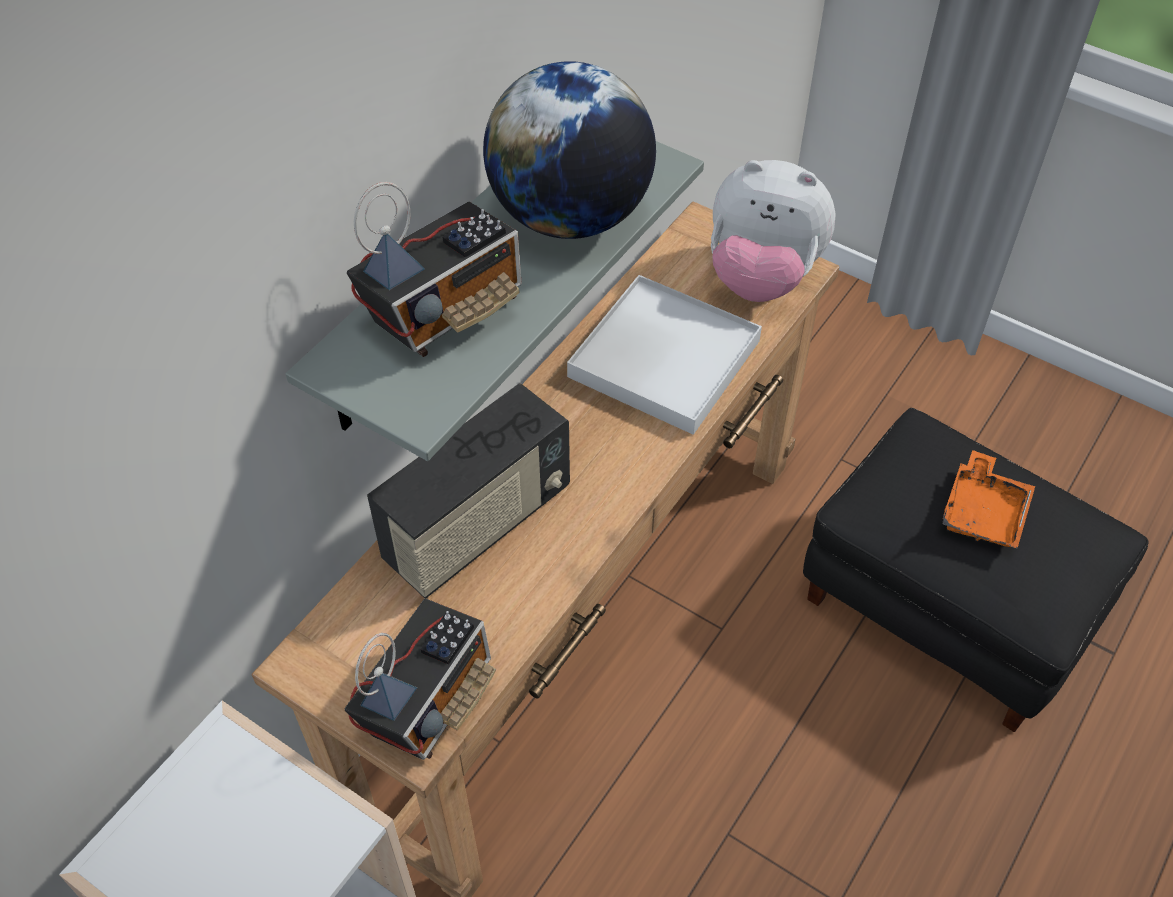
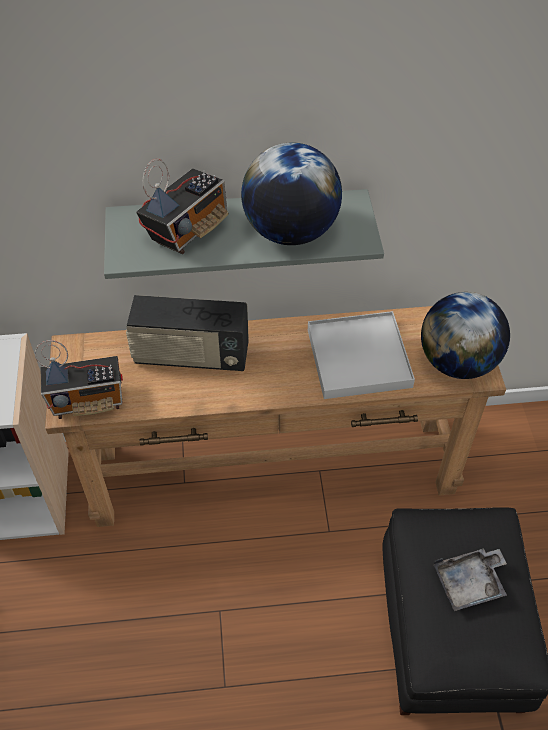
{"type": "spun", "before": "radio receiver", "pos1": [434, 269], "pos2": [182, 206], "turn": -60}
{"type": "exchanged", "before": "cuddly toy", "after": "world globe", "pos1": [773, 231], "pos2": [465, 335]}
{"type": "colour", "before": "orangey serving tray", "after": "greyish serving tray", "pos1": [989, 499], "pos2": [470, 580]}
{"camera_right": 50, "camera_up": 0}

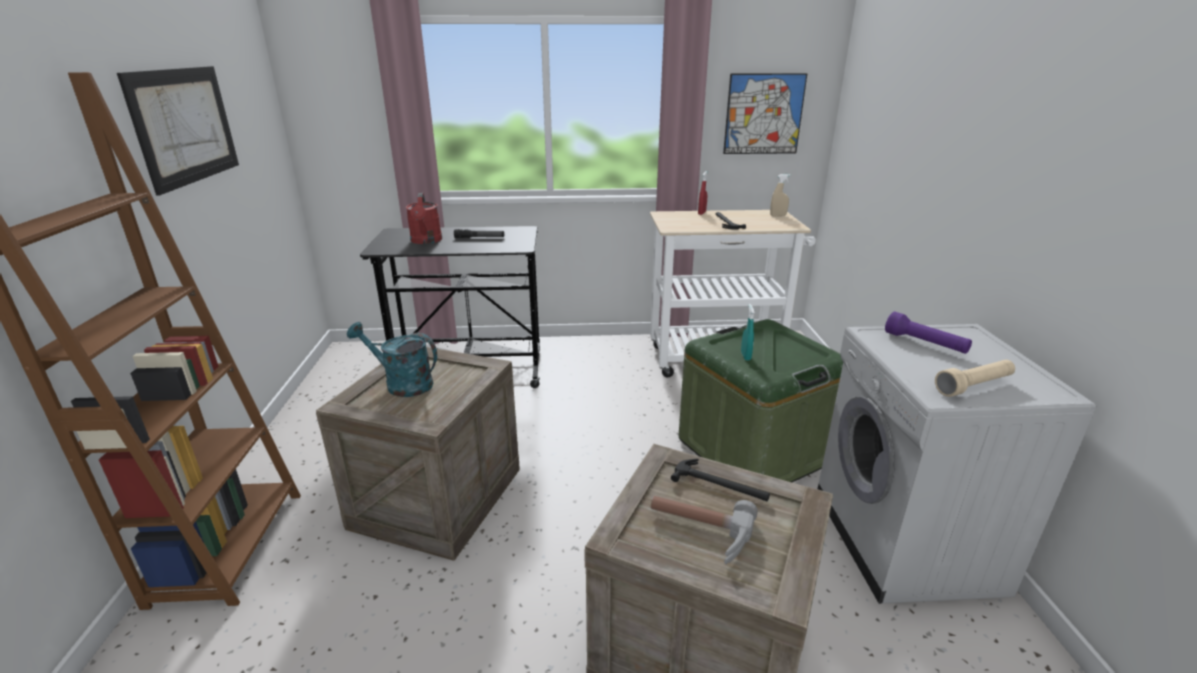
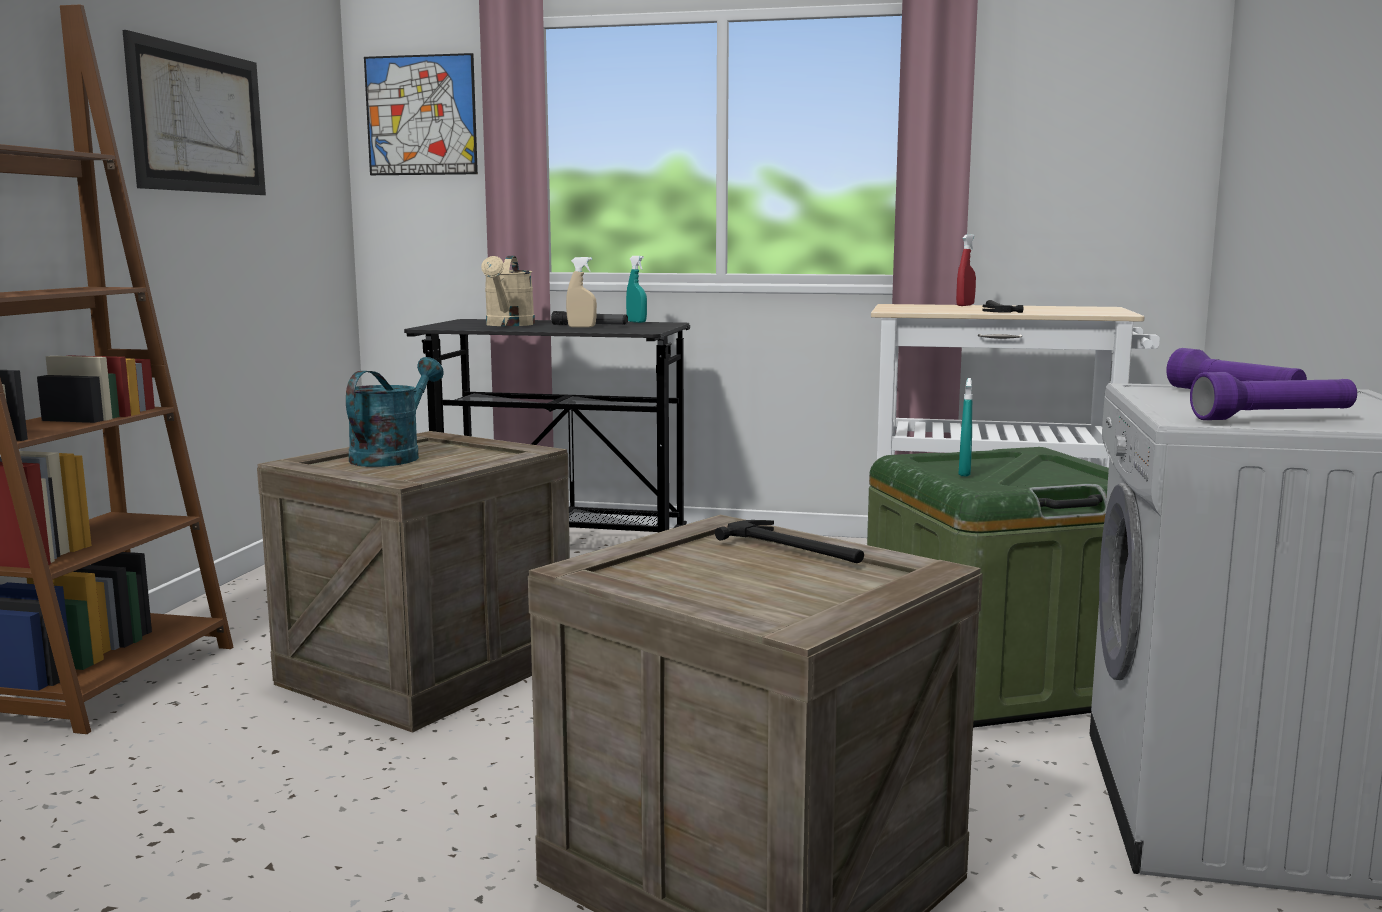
{"type": "spun", "before": "blue-green watering can", "pos1": [392, 359], "pos2": [395, 412], "turn": 75}
{"type": "relocated", "before": "wall picture", "pos1": [765, 113], "pos2": [421, 114]}
{"type": "colour", "before": "reddish watering can", "after": "beige-coloured watering can", "pos1": [424, 218], "pos2": [508, 291]}
{"type": "relocated", "before": "beige-coloured spray bottle", "pos1": [780, 195], "pos2": [581, 292]}
{"type": "appeared", "after": "blue-green spray bottle", "pos2": [636, 289]}
{"type": "colour", "before": "beige-coloured hand torch", "after": "purple-coloured hand torch", "pos1": [975, 378], "pos2": [1273, 396]}
{"type": "missing", "before": "tool hammer", "pos1": [704, 530]}
{"camera_right": 15, "camera_up": -15}

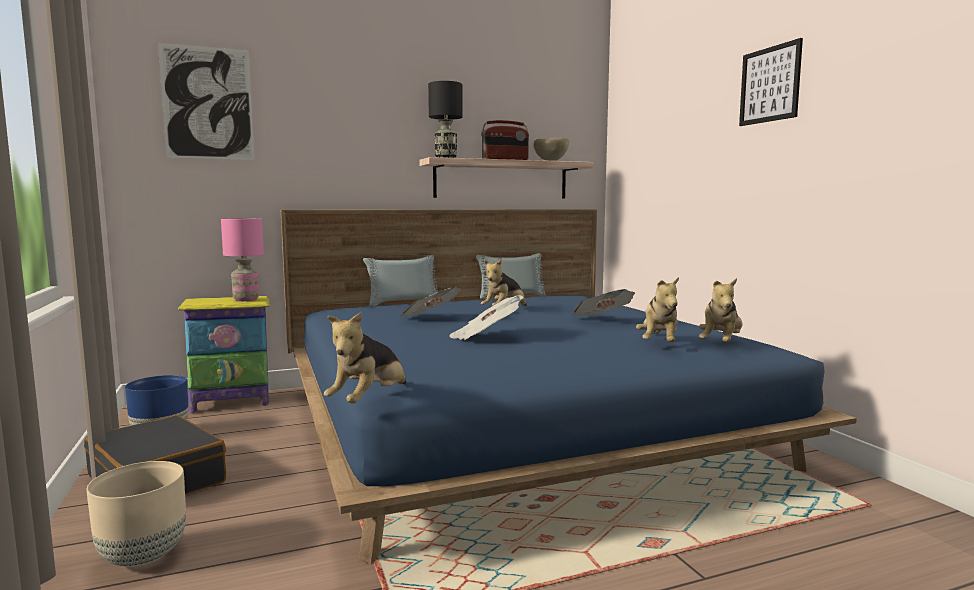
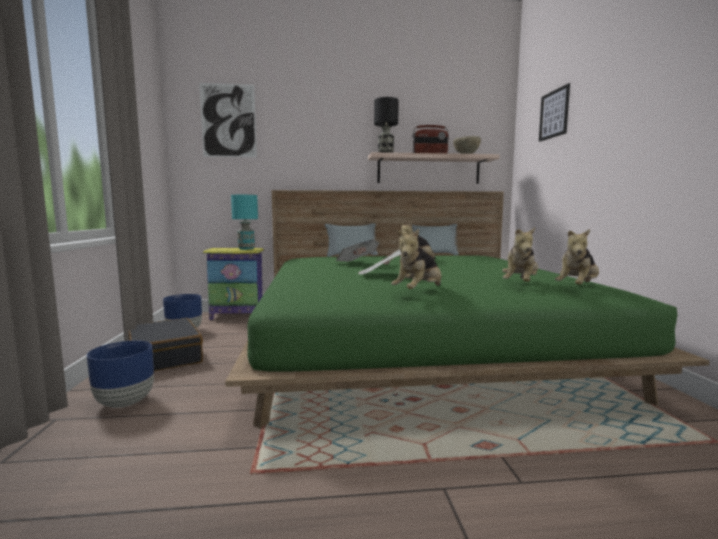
{"type": "colour", "before": "beige-coloured flower pot", "after": "blue-coloured flower pot", "pos1": [136, 514], "pos2": [120, 374]}
{"type": "colour", "before": "blue-coloured bedroom bed", "after": "greenish bedroom bed", "pos1": [569, 386], "pos2": [467, 309]}
{"type": "colour", "before": "pink table lamp", "after": "blue-green table lamp", "pos1": [242, 259], "pos2": [244, 222]}
{"type": "relocated", "before": "cuddly toy", "pos1": [365, 357], "pos2": [416, 259]}
{"type": "relocated", "before": "wall picture", "pos1": [771, 82], "pos2": [554, 112]}
{"type": "missing", "before": "newspaper", "pos1": [603, 302]}
{"camera_right": 15, "camera_up": 0}

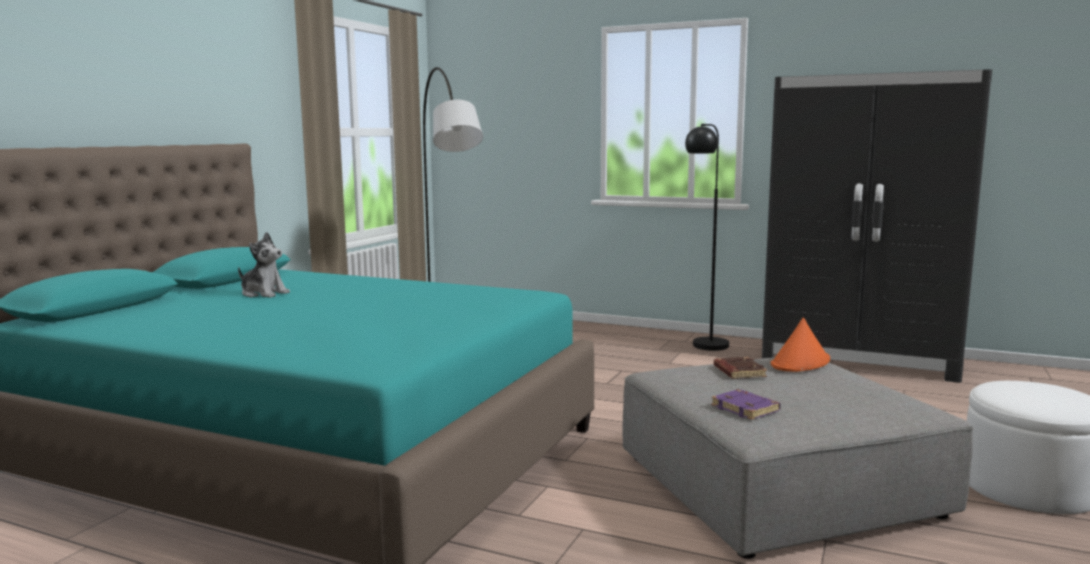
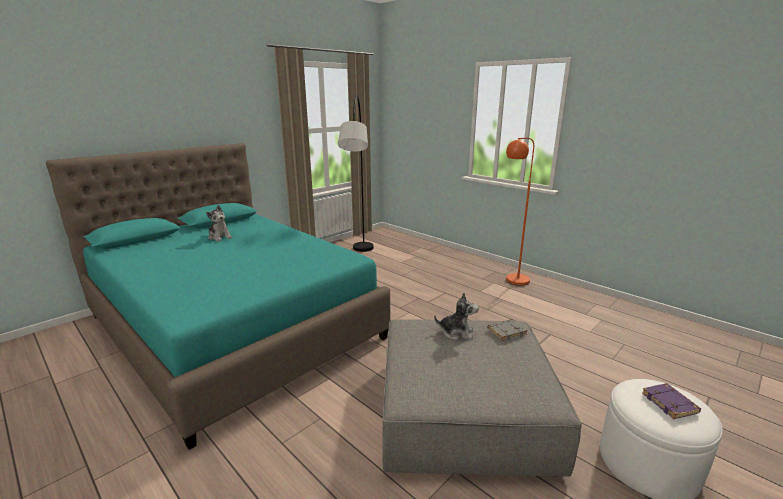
{"type": "exchanged", "before": "brown-coloured volume", "after": "cuddly toy", "pos1": [740, 368], "pos2": [456, 317]}
{"type": "exchanged", "before": "orangey wearable hat", "after": "greyish volume", "pos1": [800, 345], "pos2": [508, 330]}
{"type": "colour", "before": "black-coloured standing lamp", "after": "orangey standing lamp", "pos1": [707, 237], "pos2": [520, 212]}
{"type": "relocated", "before": "purple-coloured volume", "pos1": [745, 404], "pos2": [671, 401]}
{"type": "missing", "before": "black-coloured cabinet", "pos1": [877, 226]}
{"camera_right": 20, "camera_up": 10}

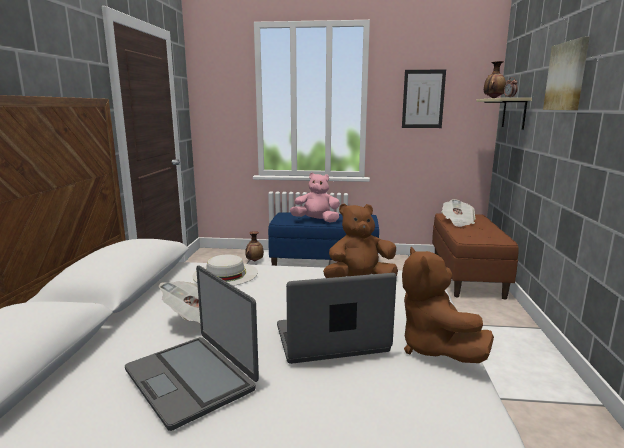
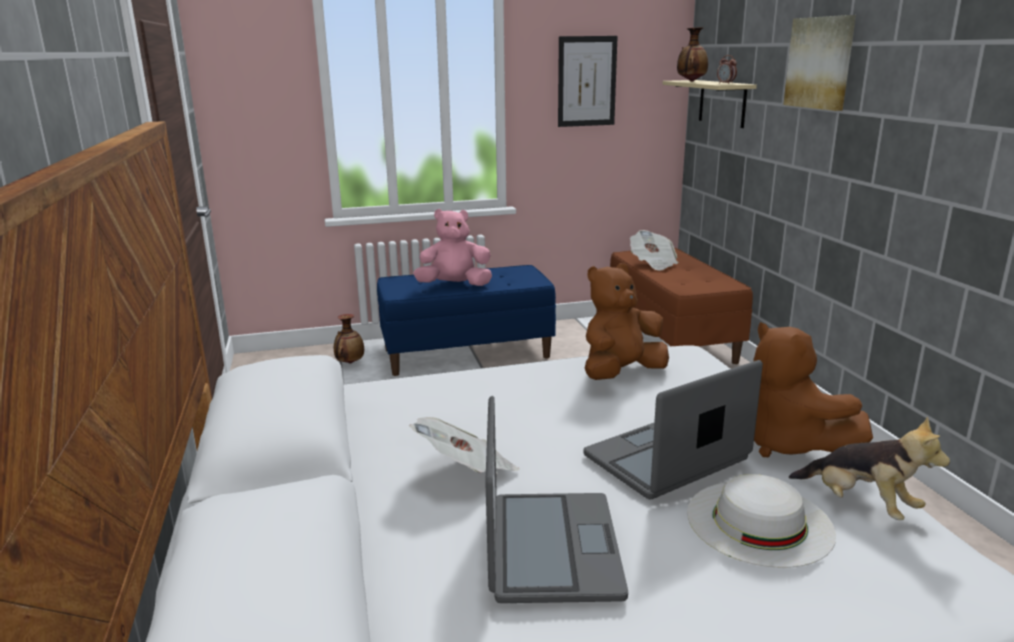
{"type": "spun", "before": "notebook computer", "pos1": [192, 348], "pos2": [556, 499], "turn": -120}
{"type": "relocated", "before": "white wearable hat", "pos1": [225, 270], "pos2": [761, 521]}
{"type": "appeared", "after": "cuddly toy", "pos2": [869, 468]}
{"camera_right": -20, "camera_up": 5}

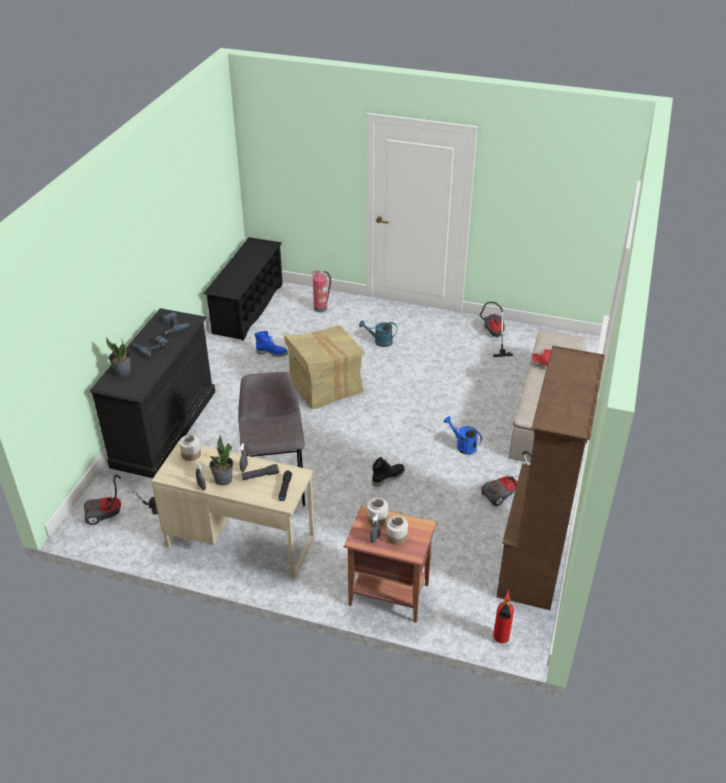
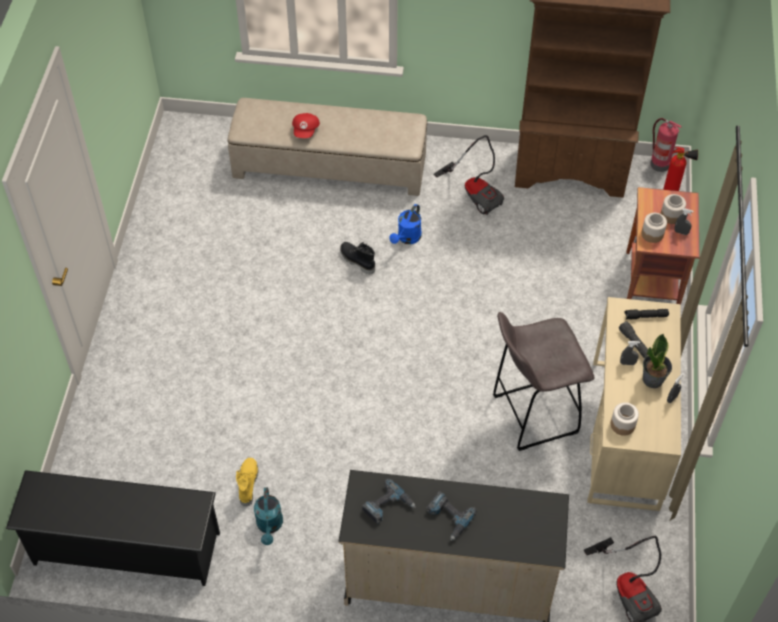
{"type": "colour", "before": "blue-coloured high-top boot", "after": "yellowish high-top boot", "pos1": [271, 344], "pos2": [247, 482]}
{"type": "relocated", "before": "blue-green watering can", "pos1": [378, 333], "pos2": [268, 516]}
{"type": "relocated", "before": "black-coloured high-top boot", "pos1": [388, 472], "pos2": [357, 258]}
{"type": "relocated", "before": "fire-fighting cylinder", "pos1": [321, 291], "pos2": [665, 145]}
{"type": "missing", "before": "houseplant", "pos1": [118, 357]}
{"type": "missing", "before": "packing box", "pos1": [324, 367]}
{"type": "missing", "before": "hoover", "pos1": [496, 329]}
{"camera_right": -100, "camera_up": 15}

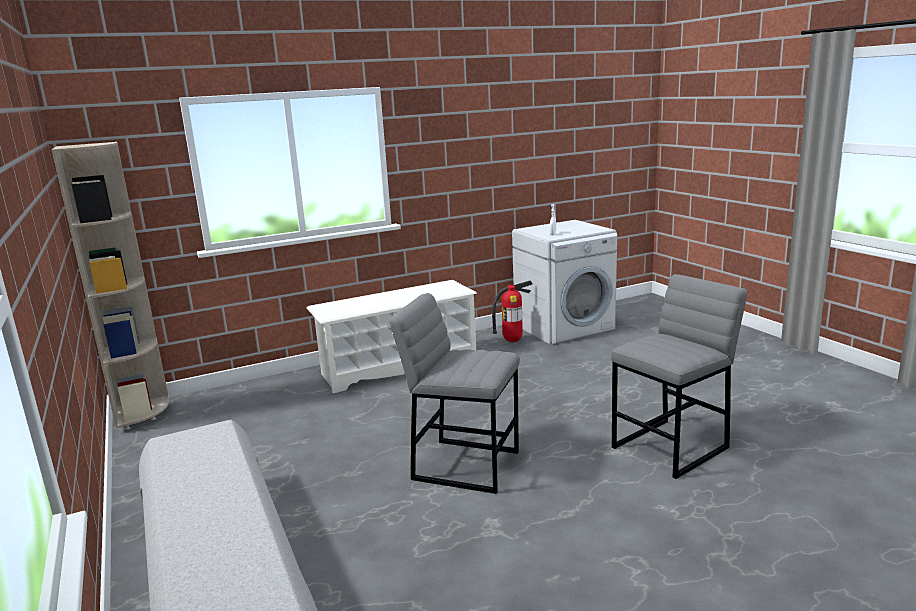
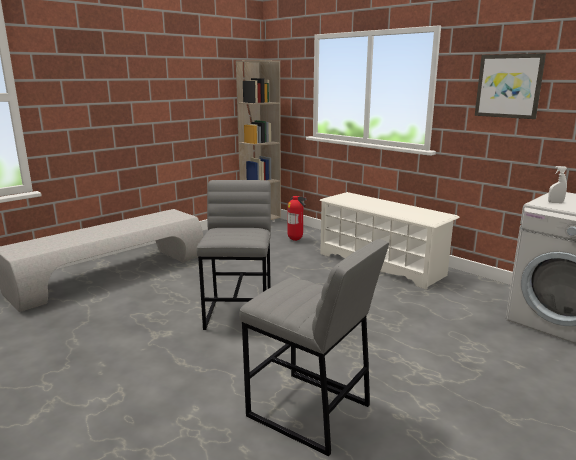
{"type": "relocated", "before": "fire-fighting cylinder", "pos1": [512, 311], "pos2": [297, 218]}
{"type": "appeared", "after": "wall picture", "pos2": [510, 86]}
{"camera_right": 70, "camera_up": 0}

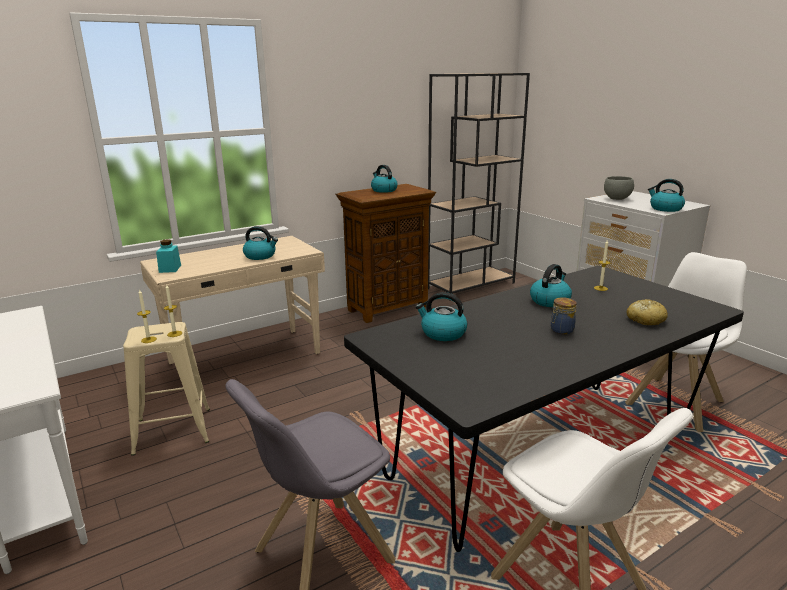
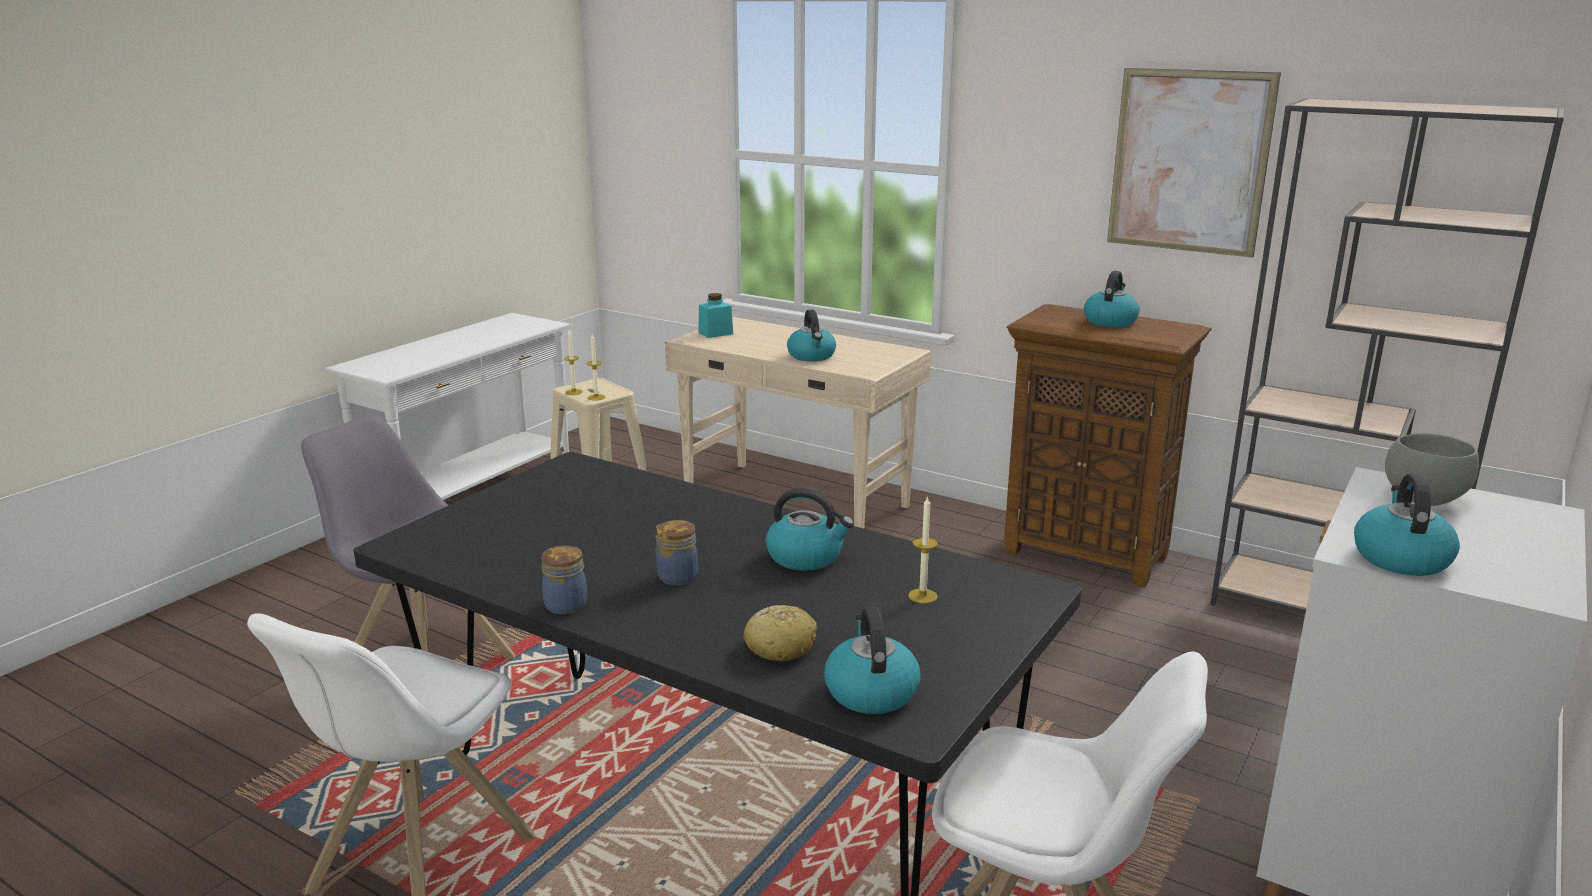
{"type": "appeared", "after": "jar", "pos2": [564, 580]}
{"type": "relocated", "before": "tea kettle", "pos1": [441, 316], "pos2": [872, 660]}
{"type": "appeared", "after": "wall picture", "pos2": [1194, 163]}
{"camera_right": 65, "camera_up": 0}

